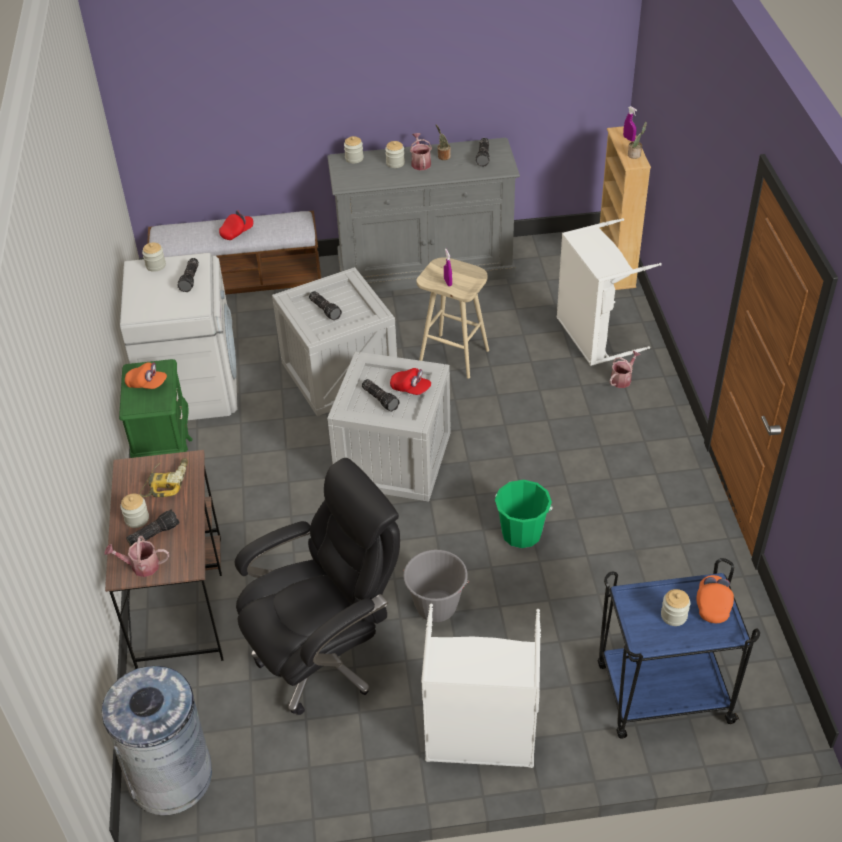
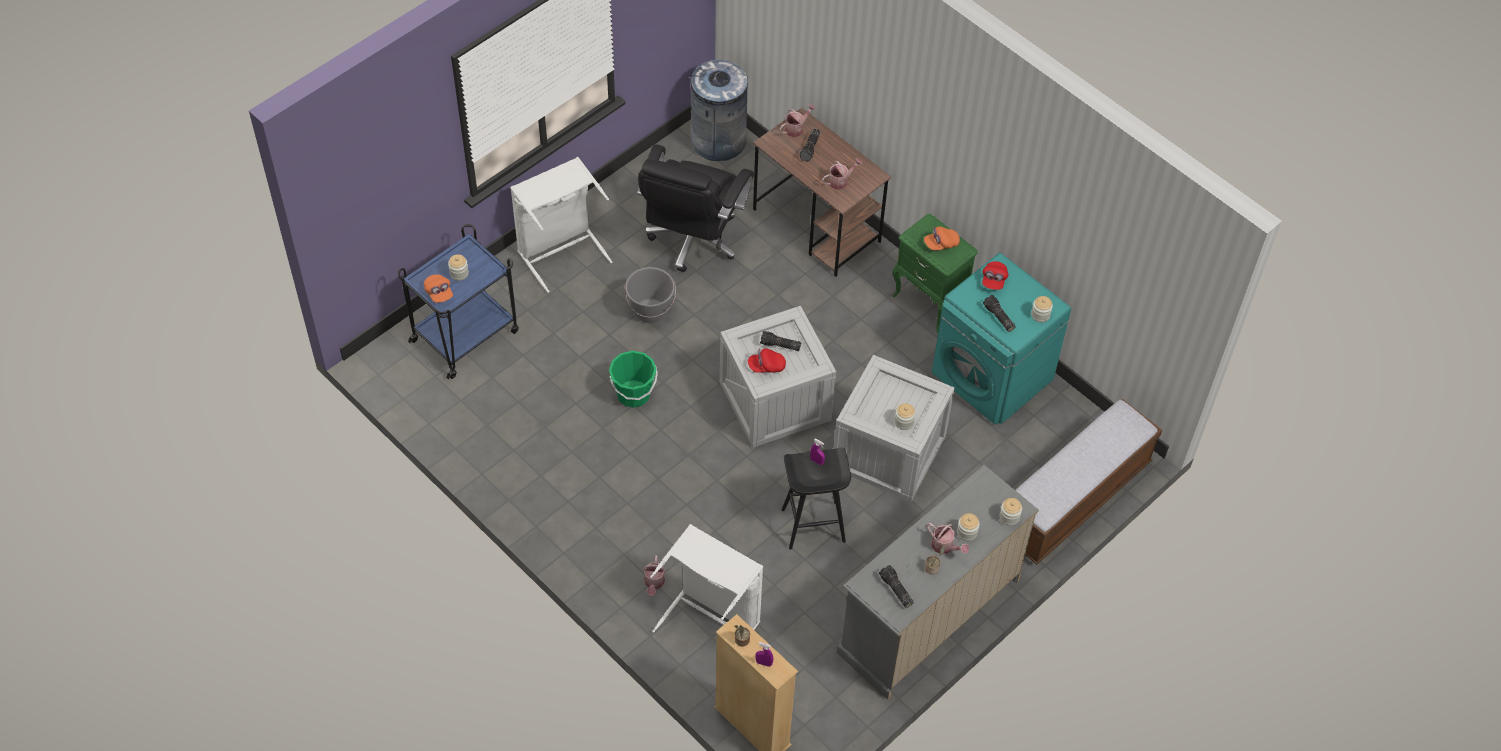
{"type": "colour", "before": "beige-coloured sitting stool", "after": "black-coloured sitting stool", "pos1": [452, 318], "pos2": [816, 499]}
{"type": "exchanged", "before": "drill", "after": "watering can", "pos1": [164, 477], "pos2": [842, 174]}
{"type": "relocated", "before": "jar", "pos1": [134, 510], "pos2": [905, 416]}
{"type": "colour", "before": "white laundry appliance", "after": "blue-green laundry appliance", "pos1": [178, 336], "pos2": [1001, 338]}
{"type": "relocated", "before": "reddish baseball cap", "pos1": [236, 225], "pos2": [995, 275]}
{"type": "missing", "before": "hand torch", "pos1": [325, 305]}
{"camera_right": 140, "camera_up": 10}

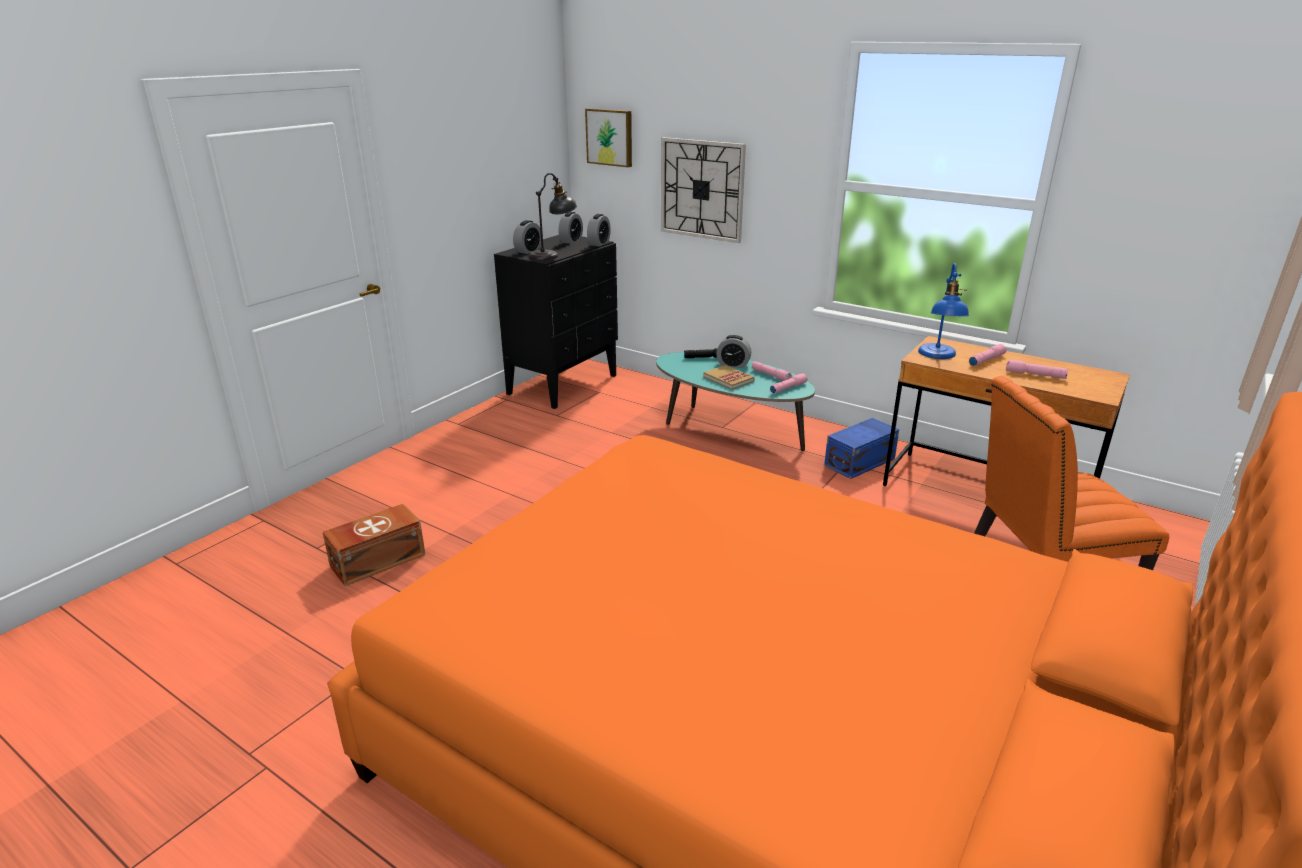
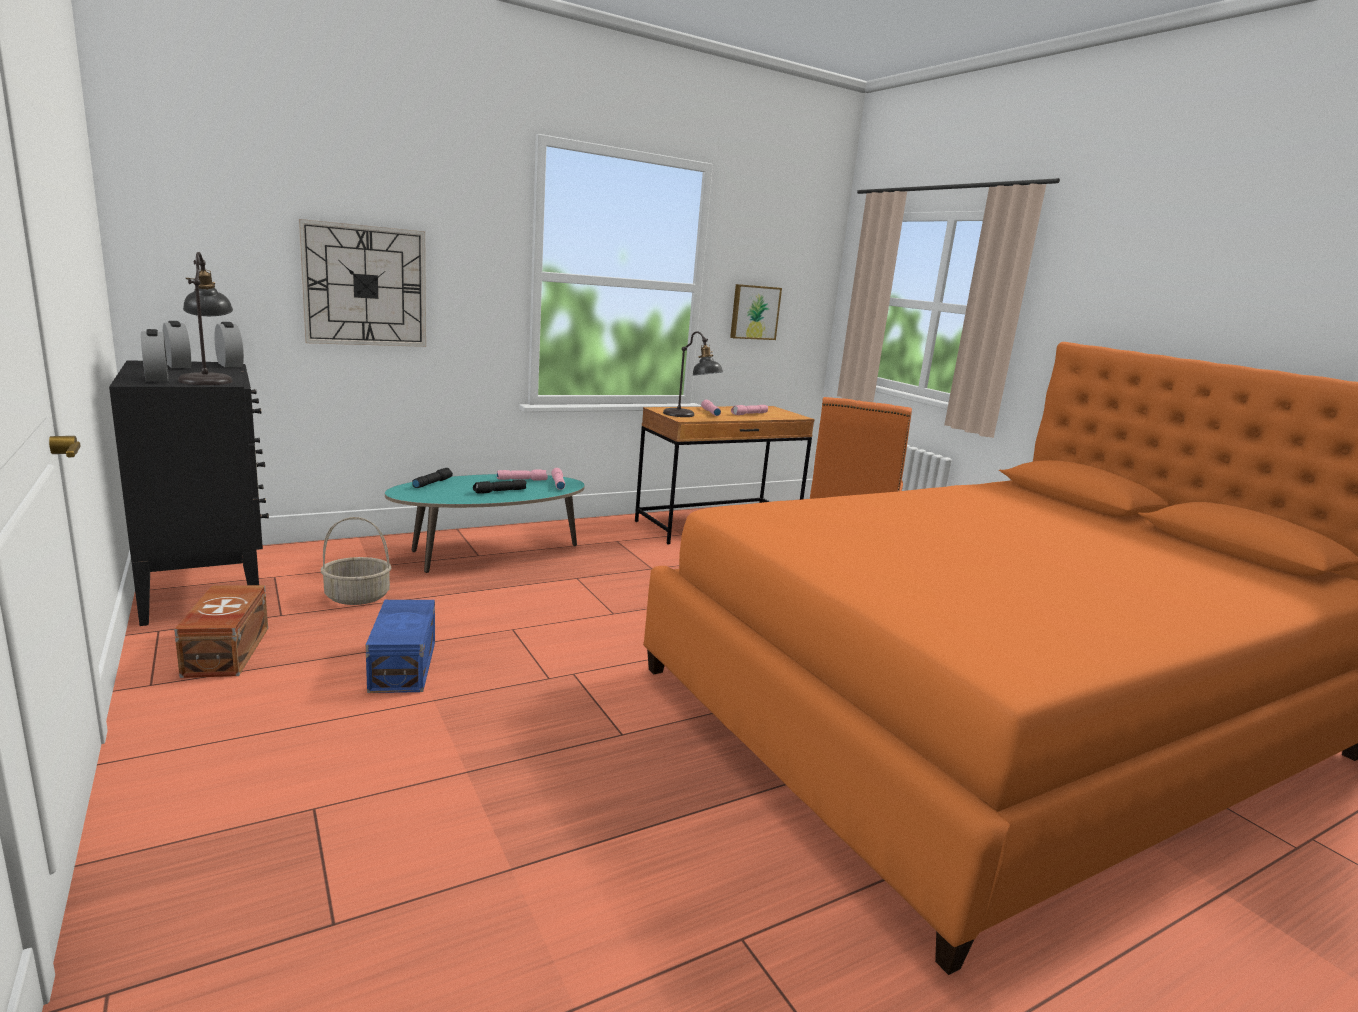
{"type": "relocated", "before": "brown-coloured storage container", "pos1": [373, 545], "pos2": [221, 631]}
{"type": "appeared", "after": "storage basket", "pos2": [356, 561]}
{"type": "relocated", "before": "blue-coloured storage container", "pos1": [861, 448], "pos2": [400, 646]}
{"type": "exchanged", "before": "volume", "after": "black-coloured hand torch", "pos1": [729, 377], "pos2": [499, 487]}
{"type": "colour", "before": "blue-coloured table lamp", "after": "greyish table lamp", "pos1": [943, 311], "pos2": [693, 374]}
{"type": "relocated", "before": "wall picture", "pos1": [608, 137], "pos2": [756, 312]}
{"type": "missing", "before": "table clock", "pos1": [733, 351]}
{"camera_right": -65, "camera_up": -10}

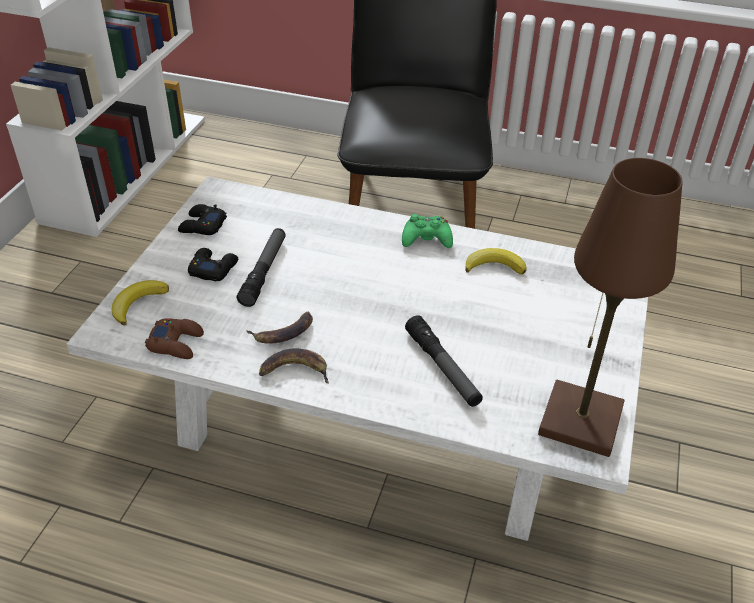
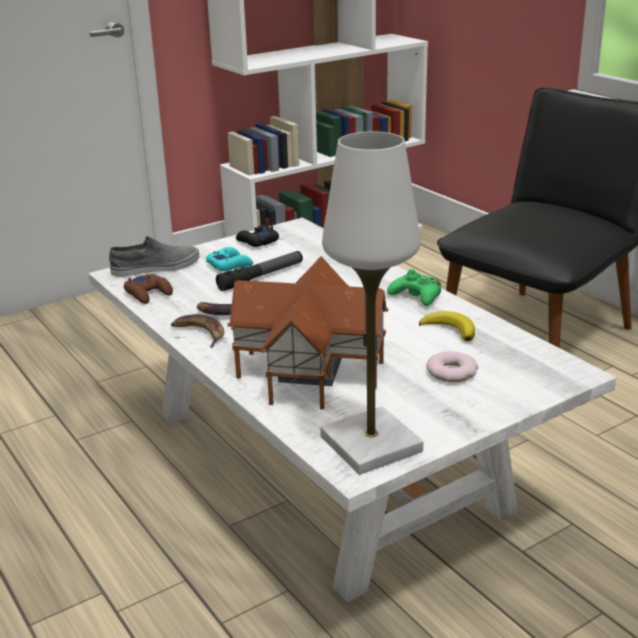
{"type": "exchanged", "before": "whole banana", "after": "greyish shoe", "pos1": [140, 303], "pos2": [154, 256]}
{"type": "colour", "before": "black-coloured gamepad", "after": "blue-green gamepad", "pos1": [213, 264], "pos2": [229, 259]}
{"type": "exchanged", "before": "hand torch", "after": "model house", "pos1": [444, 361], "pos2": [307, 333]}
{"type": "colour", "before": "brown-coloured table lamp", "after": "white table lamp", "pos1": [610, 307], "pos2": [371, 303]}
{"type": "appeared", "after": "ring doughnut", "pos2": [452, 367]}
{"camera_right": 40, "camera_up": -15}

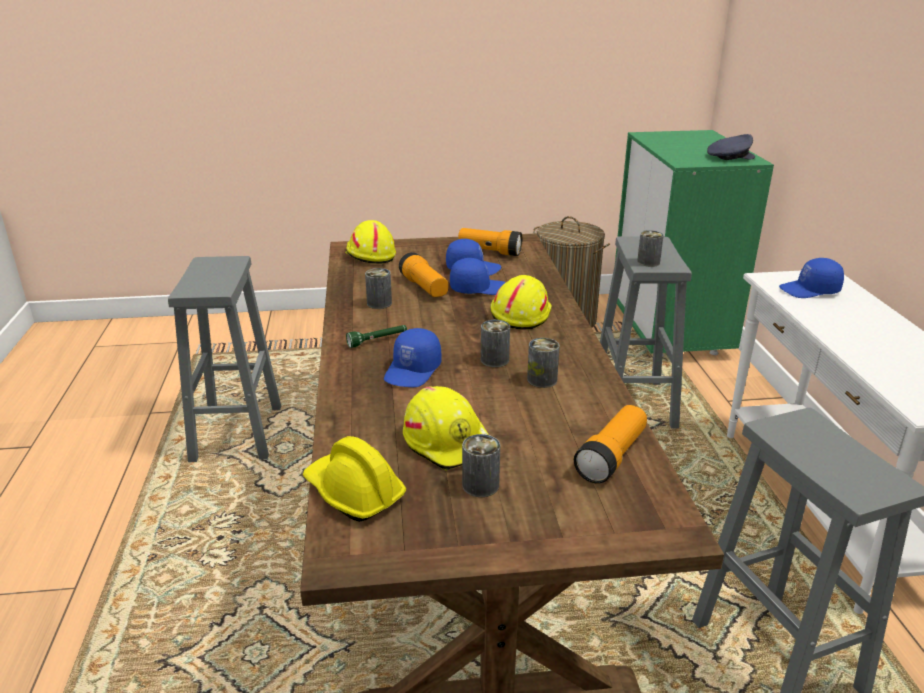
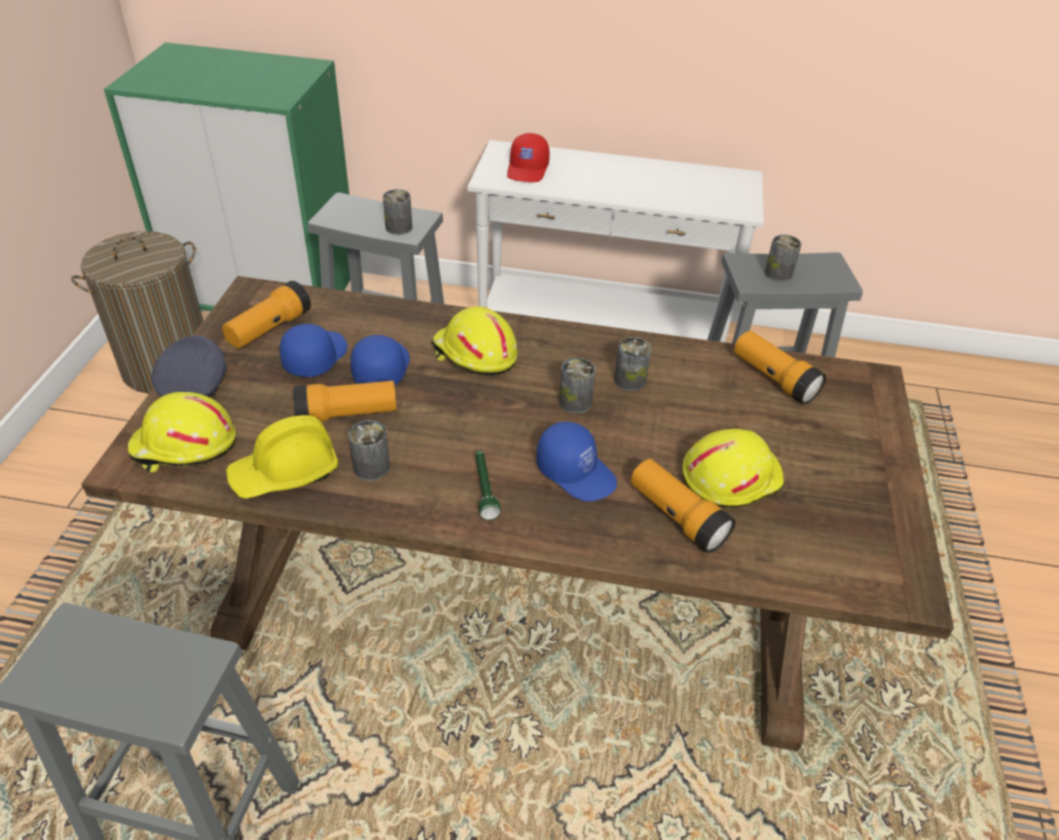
{"type": "relocated", "before": "greyish baseball cap", "pos1": [731, 147], "pos2": [189, 366]}
{"type": "relocated", "before": "yellowish safety helmet", "pos1": [354, 479], "pos2": [282, 457]}
{"type": "colour", "before": "blue-coloured baseball cap", "after": "reddish baseball cap", "pos1": [811, 278], "pos2": [528, 157]}
{"type": "appeared", "after": "hand torch", "pos2": [683, 506]}
{"type": "relocated", "before": "sealed can", "pos1": [481, 465], "pos2": [783, 258]}
{"camera_right": -75, "camera_up": 15}

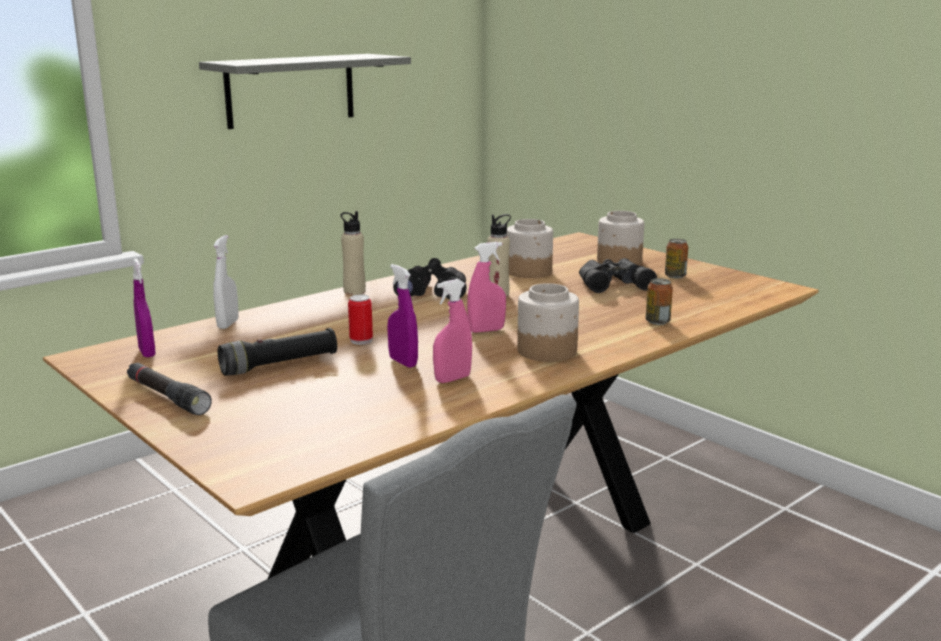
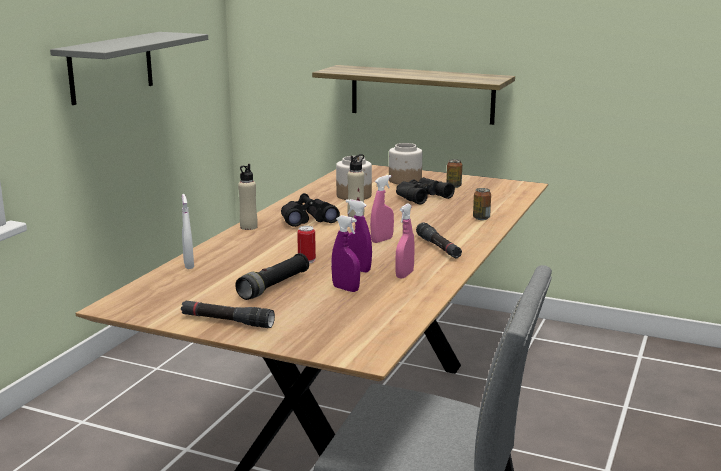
{"type": "appeared", "after": "shelf", "pos2": [413, 95]}
{"type": "relocated", "before": "purple-coloured spray bottle", "pos1": [144, 308], "pos2": [345, 253]}
{"type": "exchanged", "before": "jar", "after": "black-coloured hand torch", "pos1": [548, 322], "pos2": [439, 240]}
{"camera_right": -25, "camera_up": 0}

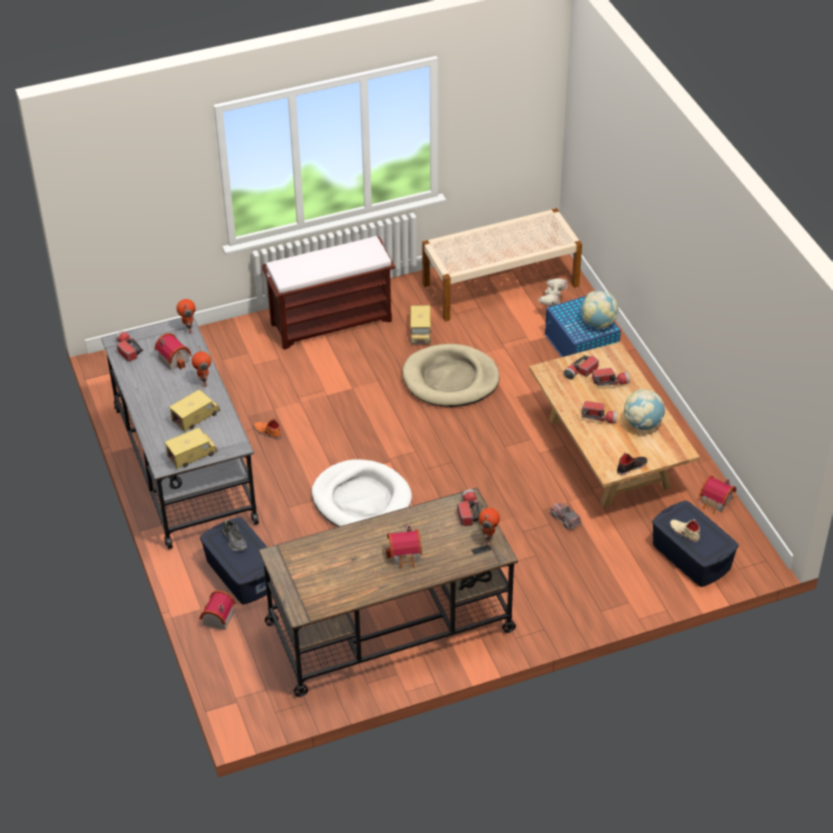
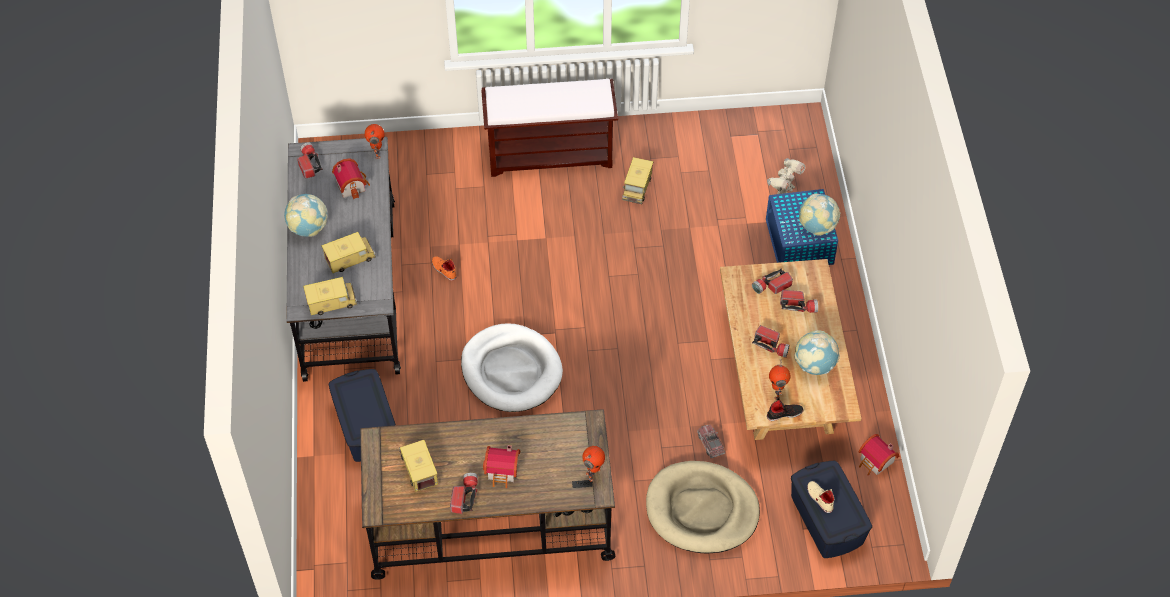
{"type": "appeared", "after": "world globe", "pos2": [306, 215]}
{"type": "appeared", "after": "toy truck", "pos2": [418, 466]}
{"type": "relocated", "before": "hand torch", "pos1": [468, 507], "pos2": [464, 493]}
{"type": "relocated", "before": "beige-coloured pet bed", "pos1": [451, 375], "pos2": [703, 507]}
{"type": "relocated", "before": "toy robot", "pos1": [201, 366], "pos2": [779, 379]}
{"type": "missing", "before": "model house", "pos1": [217, 610]}
{"type": "missing", "before": "shoe", "pos1": [235, 535]}
{"type": "missing", "before": "beige-coloured bench", "pos1": [502, 264]}
{"camera_right": 15, "camera_up": 10}

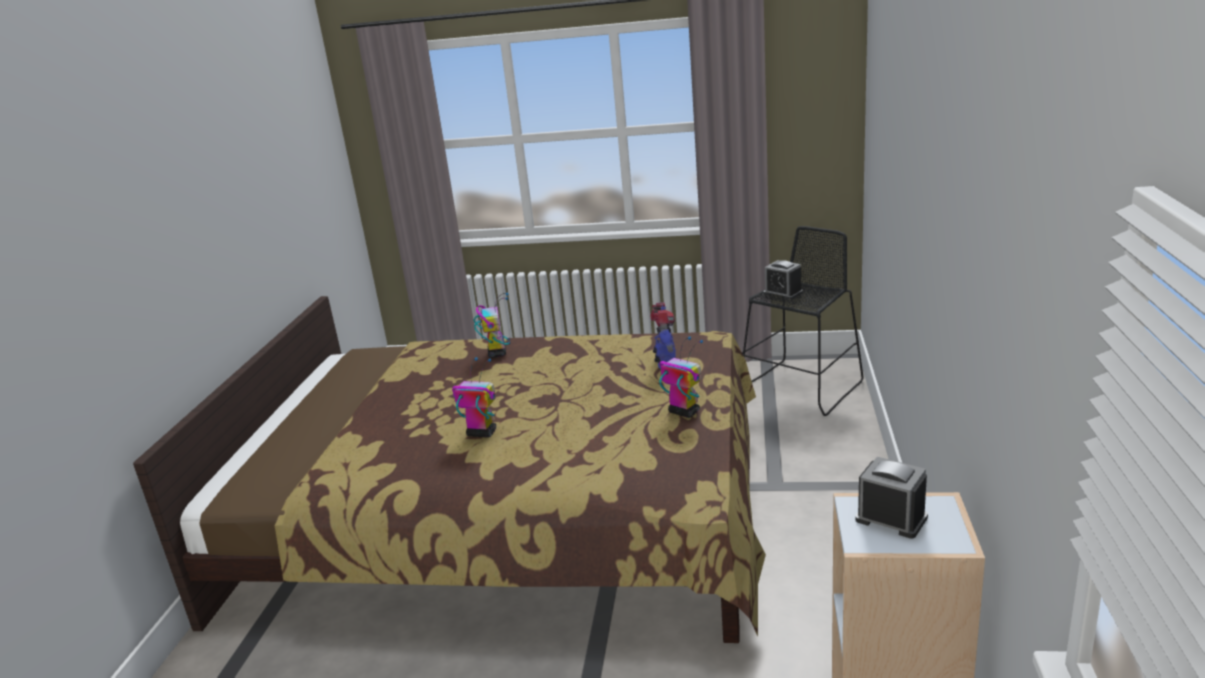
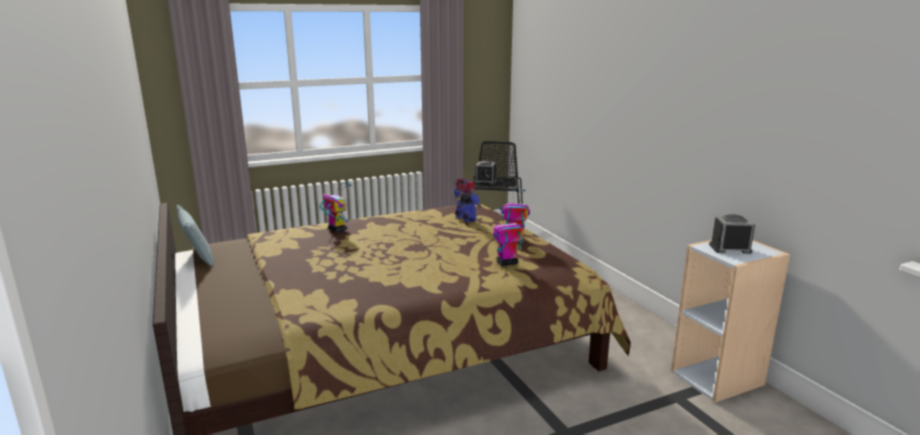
{"type": "appeared", "after": "blue-coloured pillow", "pos2": [195, 235]}
{"type": "relocated", "before": "toy robot", "pos1": [474, 397], "pos2": [508, 236]}
{"camera_right": -35, "camera_up": -5}

